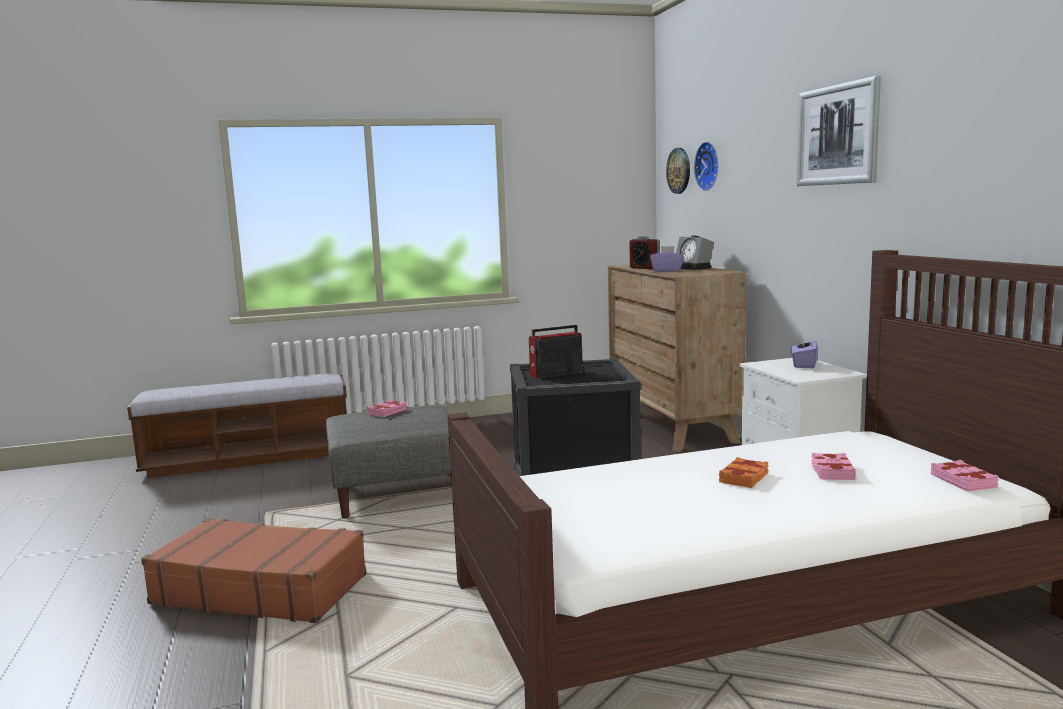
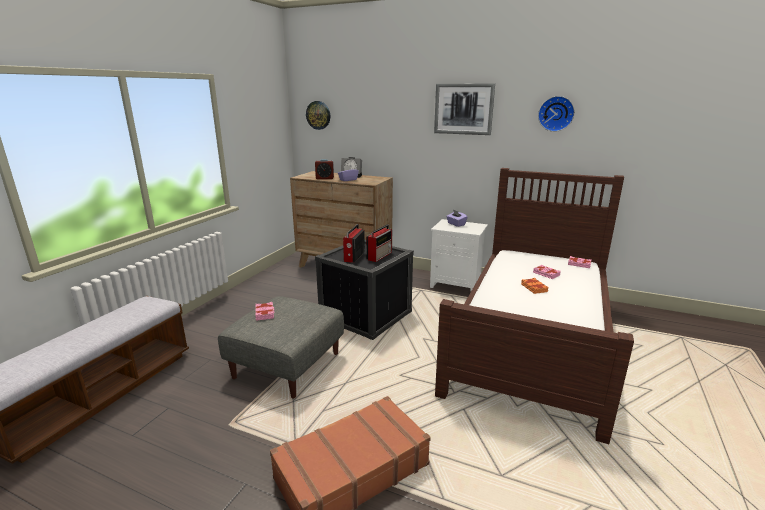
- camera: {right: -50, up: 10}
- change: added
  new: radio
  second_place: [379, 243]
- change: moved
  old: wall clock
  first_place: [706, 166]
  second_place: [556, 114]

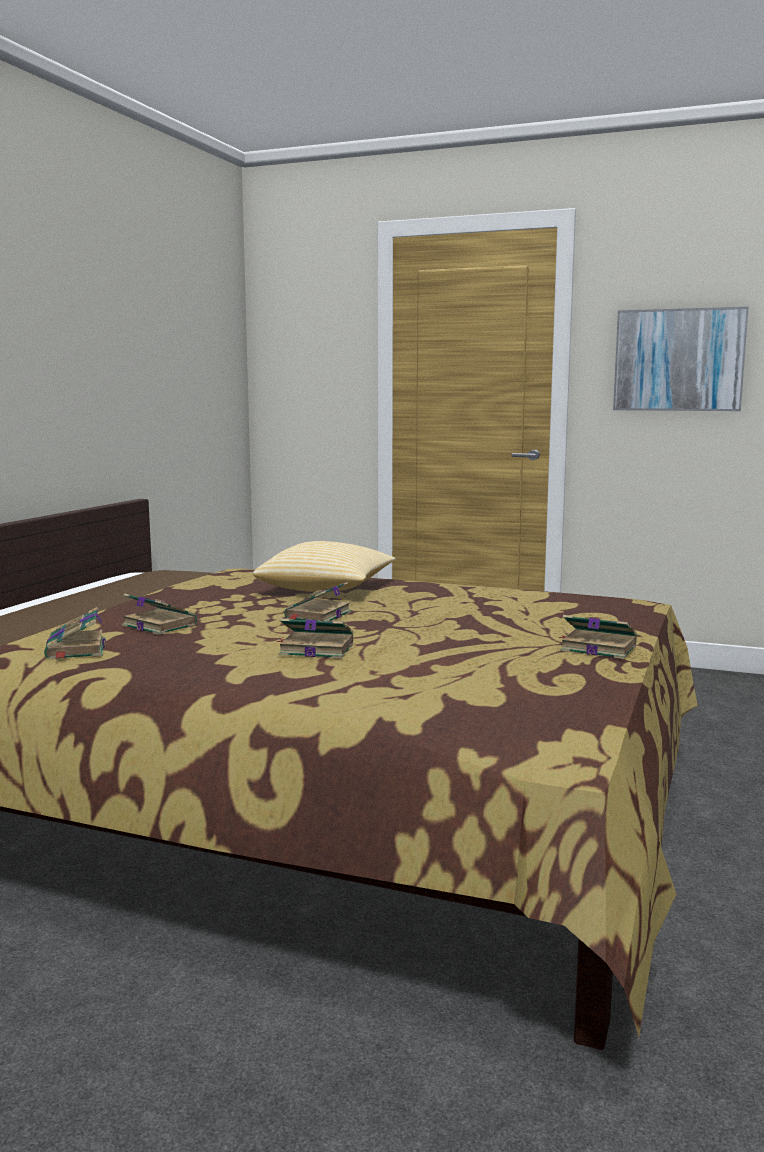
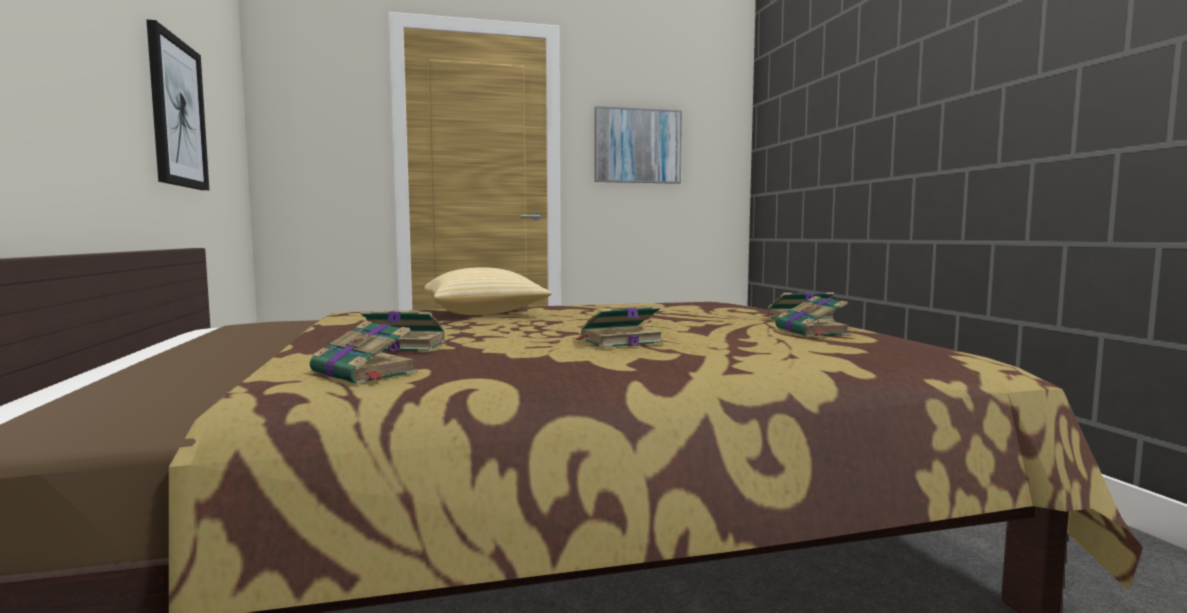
- camera: {right: -35, up: -5}
- change: added
  new: picture
  second_place: [177, 104]
- change: moved
  old: book
  first_place: [318, 602]
  second_place: [813, 316]

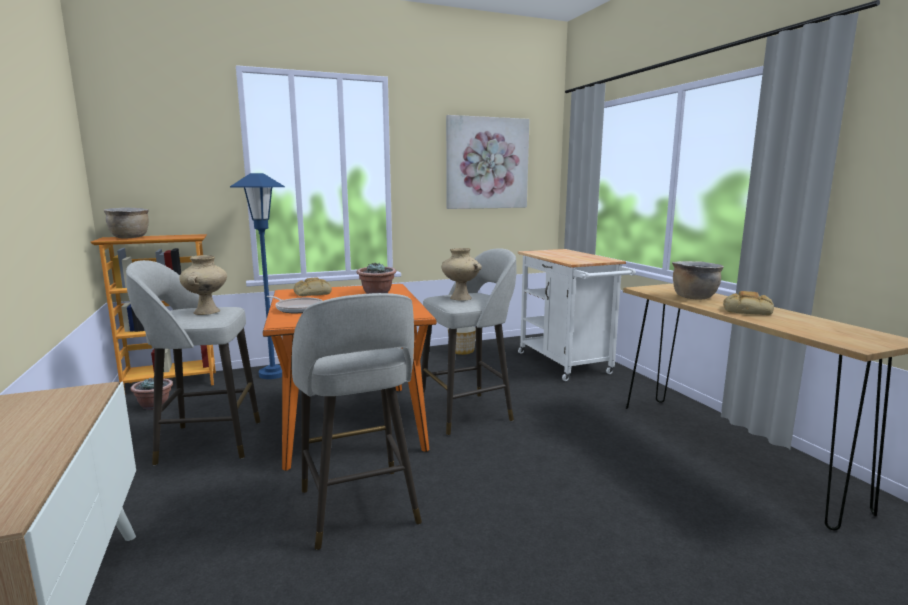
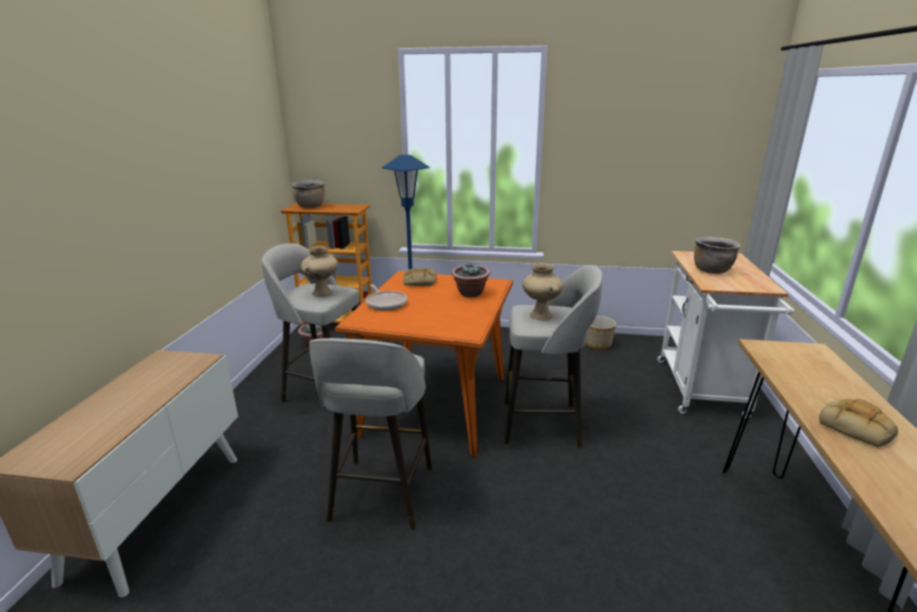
- camera: {right: 30, up: 10}
- change: removed
  old: picture
  first_place: [487, 162]
- change: moved
  old: brown cooking pot
  first_place: [698, 280]
  second_place: [717, 255]

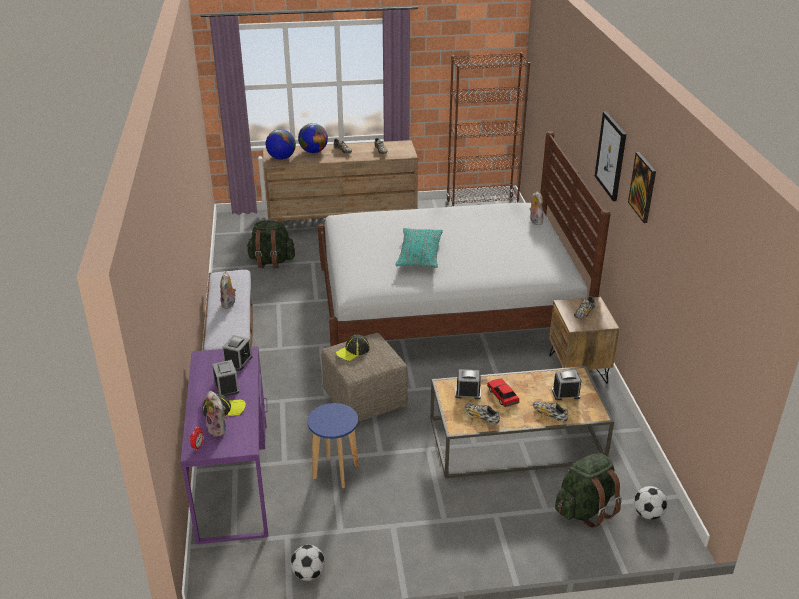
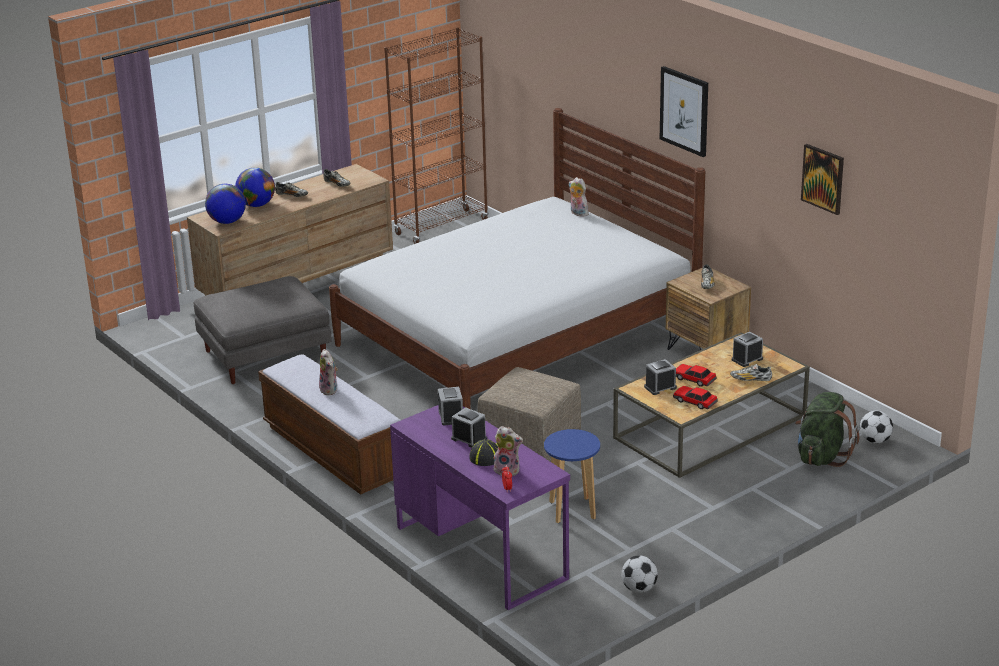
- camera: {right: -30, up: -5}
- change: removed
  old: cap
  first_place: [353, 347]
- change: removed
  old: turquoise pillow
  first_place: [419, 248]
- change: moved
  old: picture
  first_place: [642, 187]
  second_place: [822, 179]
- change: replaced
  old: green backpack
  new: grey ottoman
  first_place: [270, 244]
  second_place: [263, 330]
- change: replaced
  old: shoe
  new: toy car
  first_place: [482, 414]
  second_place: [695, 397]

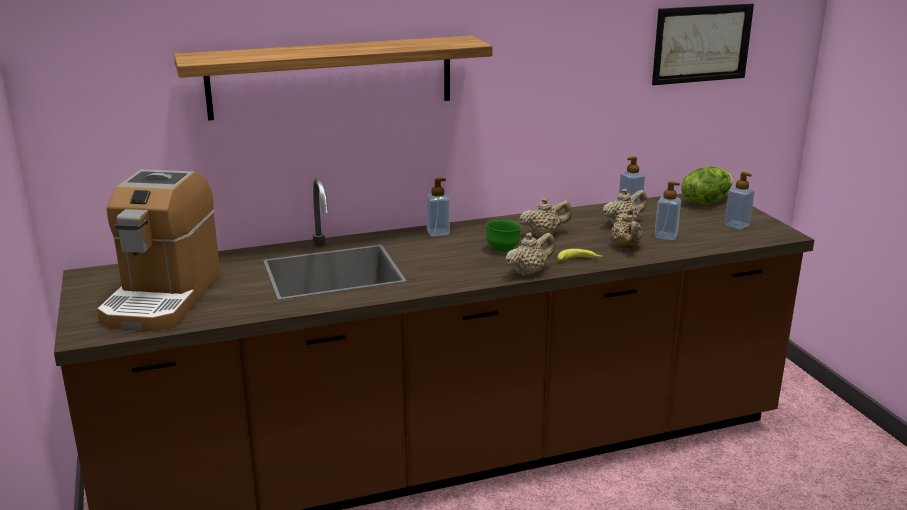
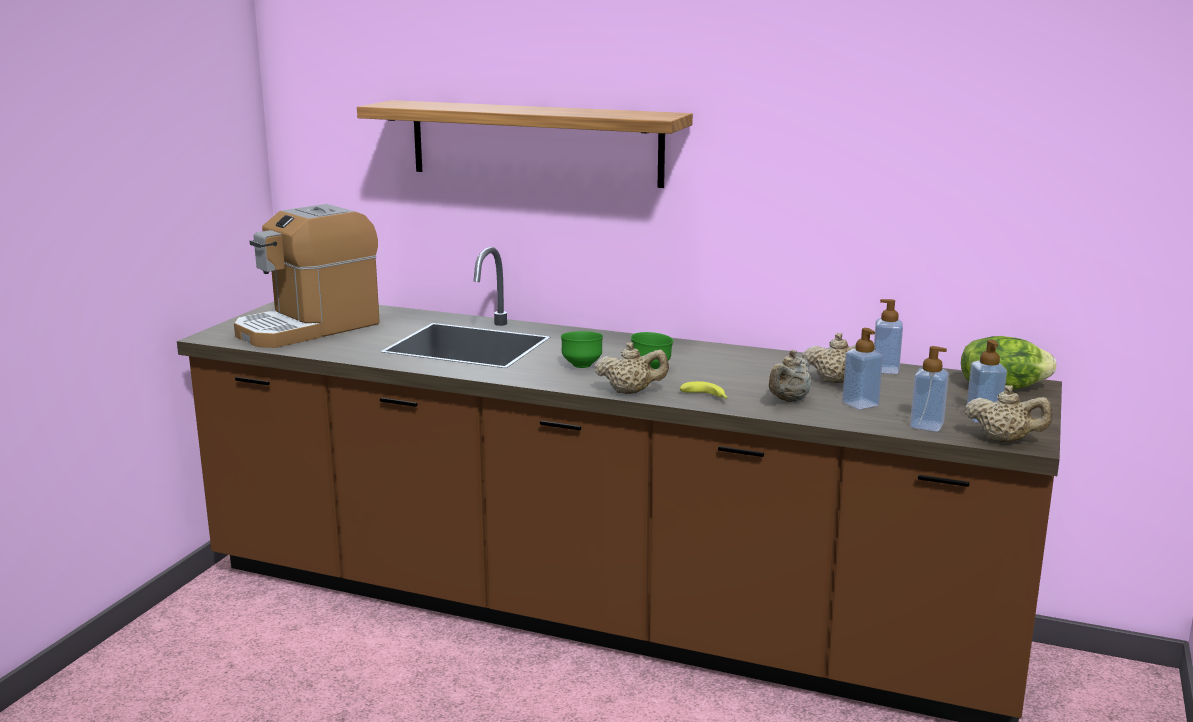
- camera: {right: 40, up: -5}
- change: removed
  old: picture
  first_place: [703, 44]
- change: added
  new: green bowl
  second_place: [582, 349]
- change: moved
  old: soap dispenser
  first_place: [438, 207]
  second_place: [929, 389]
- change: moved
  old: beige teapot
  first_place: [545, 217]
  second_place: [1009, 414]

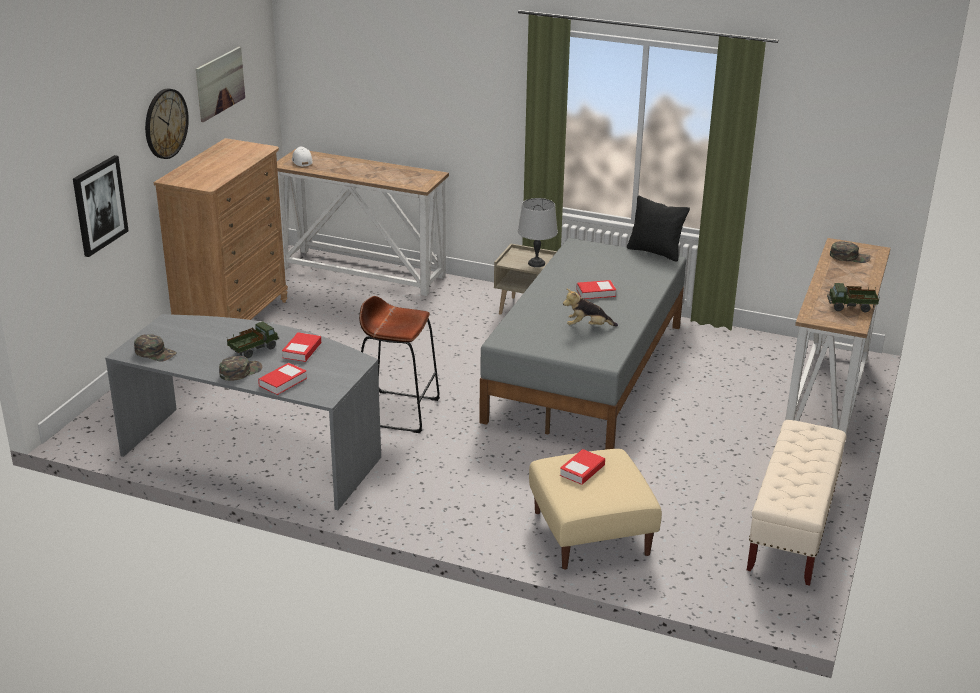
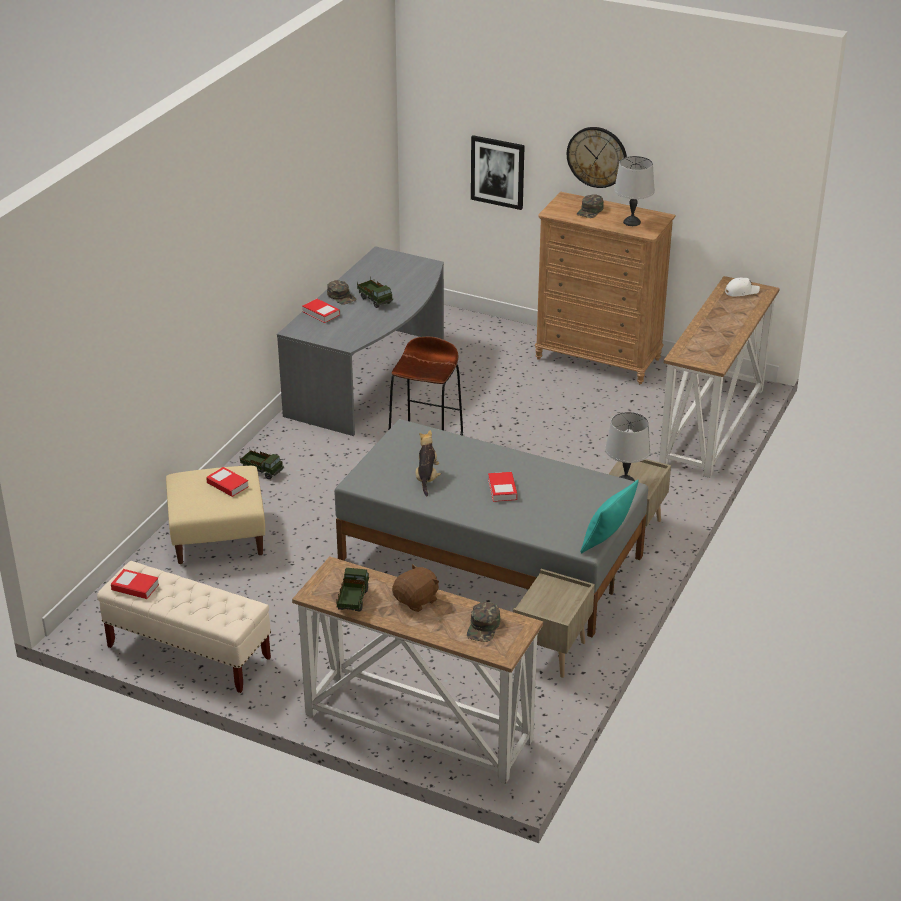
- camera: {right: 95, up: 5}
- change: removed
  old: picture
  first_place: [220, 84]
- change: added
  new: toy truck
  second_place: [262, 464]
- change: added
  new: brown plush toy
  second_place: [415, 588]
- change: added
  new: beige nightstand
  second_place: [554, 623]
- change: added
  new: grey table lamp
  second_place: [634, 191]
- change: moved
  old: green cap
  first_place: [155, 348]
  second_place: [590, 206]
- change: moved
  old: book
  first_place: [301, 347]
  second_place: [135, 584]
- change: recoloured
  old: black pillow
  new: turquoise pillow
  first_place: [658, 229]
  second_place: [609, 516]

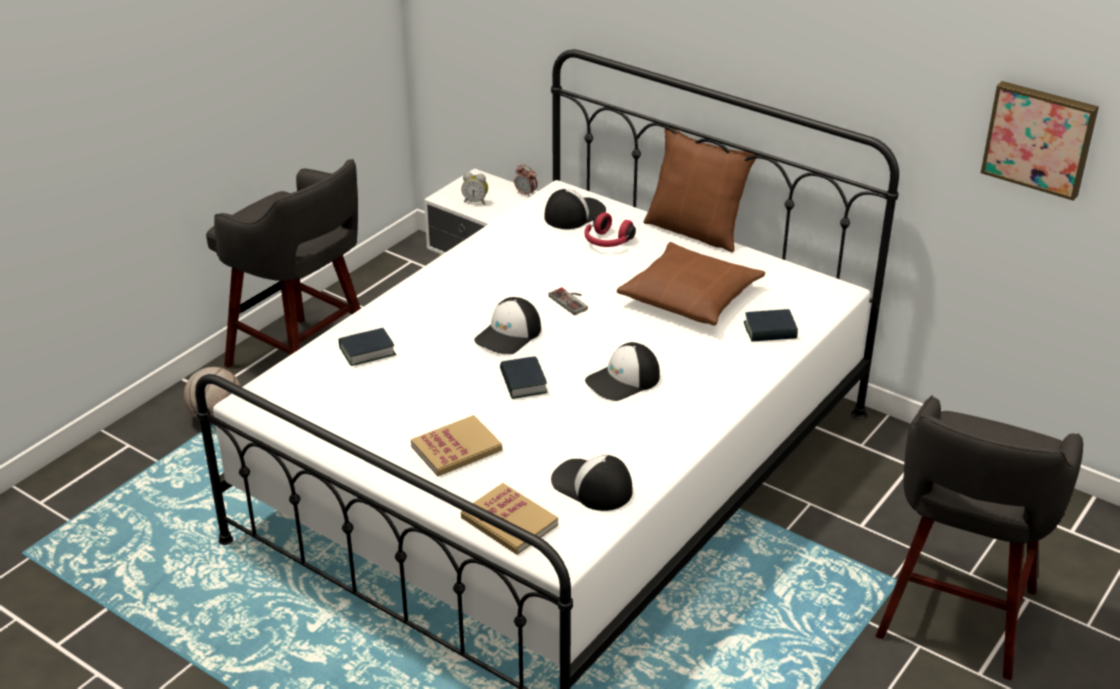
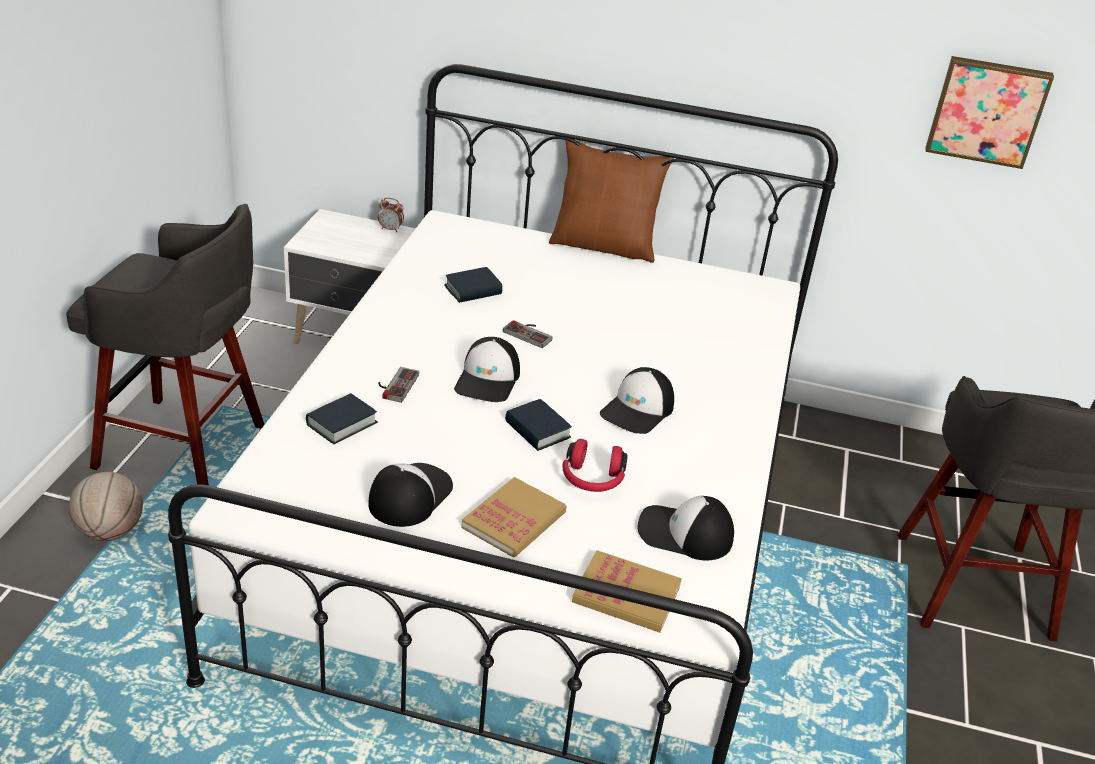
- camera: {right: -25, up: 0}
- change: removed
  old: alarm clock
  first_place: [474, 188]
- change: removed
  old: brown pillow
  first_place: [691, 284]
- change: added
  new: game controller
  second_place: [398, 385]
- change: moved
  old: cap
  first_place: [575, 209]
  second_place: [410, 495]
- change: moved
  old: red headphones
  first_place: [610, 229]
  second_place: [594, 465]
- change: moved
  old: book
  first_place: [771, 325]
  second_place: [473, 285]

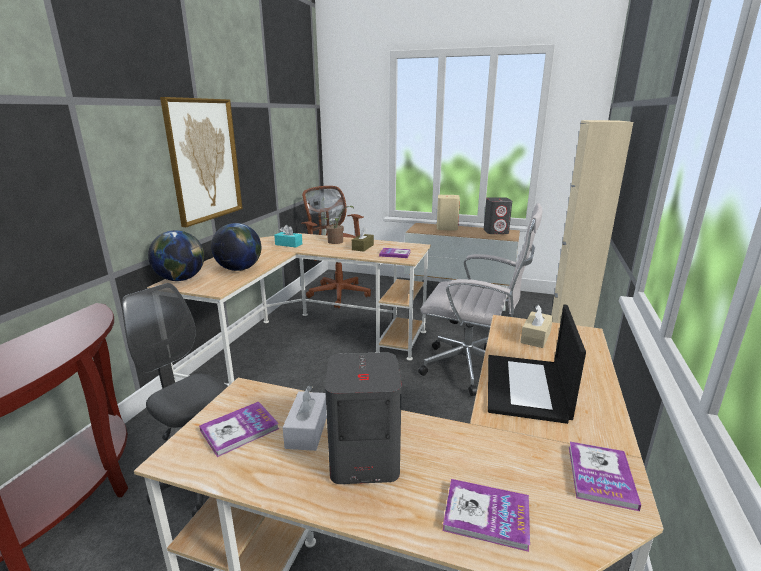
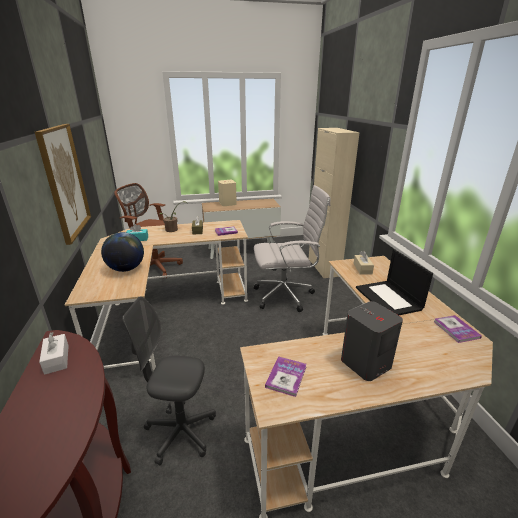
- camera: {right: -30, up: 5}
- change: removed
  old: globe
  first_place: [176, 255]
- change: removed
  old: book
  first_place: [486, 515]
- change: removed
  old: grey speaker
  first_place: [498, 215]
- change: moved
  old: white tissue box
  first_place: [305, 418]
  second_place: [54, 353]

